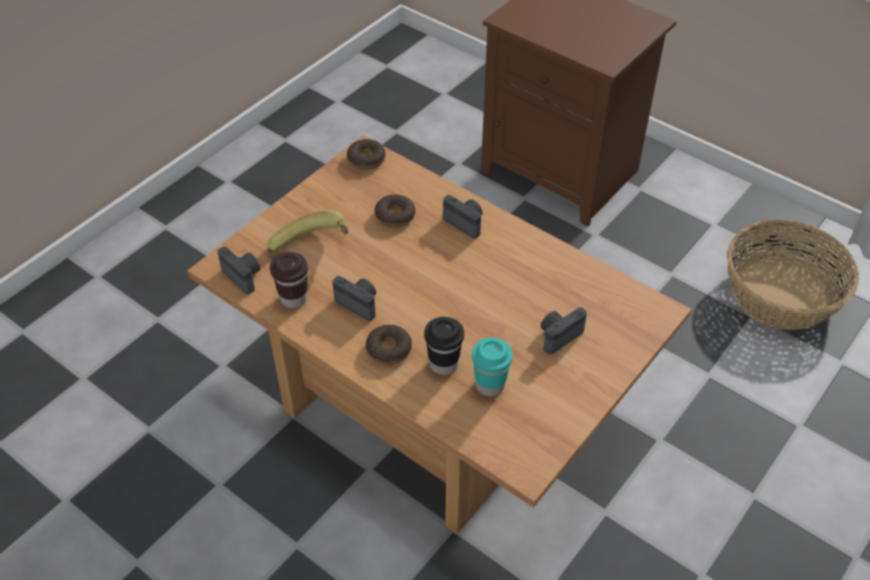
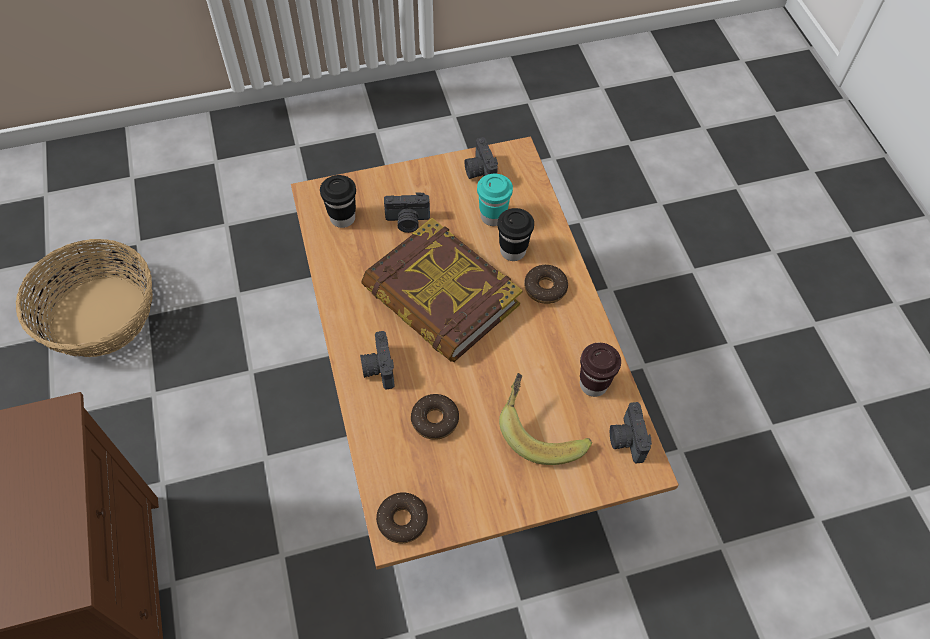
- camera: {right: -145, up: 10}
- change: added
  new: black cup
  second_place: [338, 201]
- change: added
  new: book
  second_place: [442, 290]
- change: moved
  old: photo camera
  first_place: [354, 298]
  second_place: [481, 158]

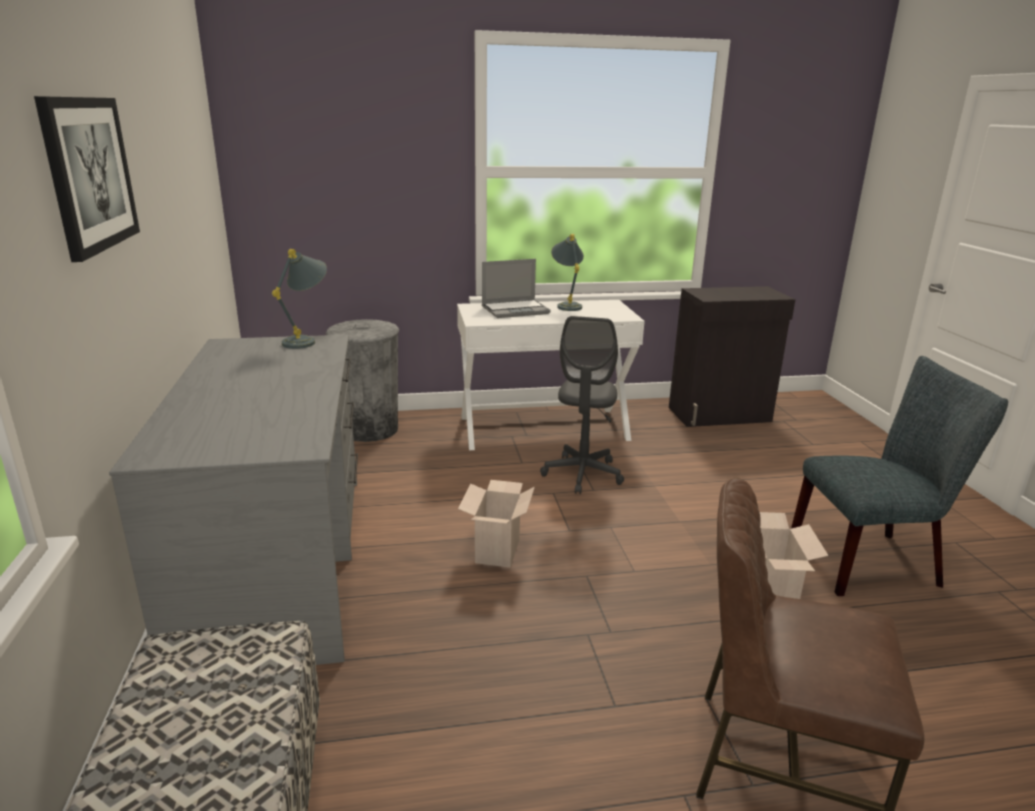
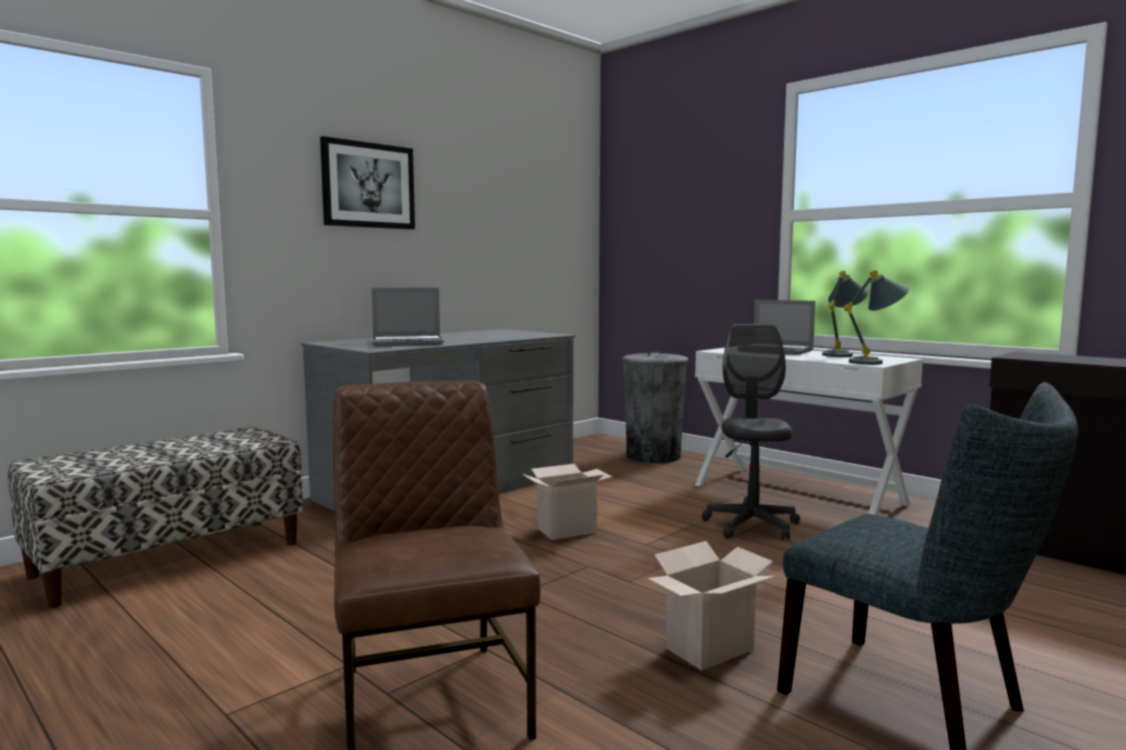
- camera: {right: 55, up: -15}
- change: added
  new: laptop
  second_place: [408, 317]
- change: moved
  old: grey table lamp
  first_place: [299, 299]
  second_place: [876, 317]
- change: turned
  old: grey office chair
  first_place: [582, 405]
  second_place: [751, 432]
  degrees: 120

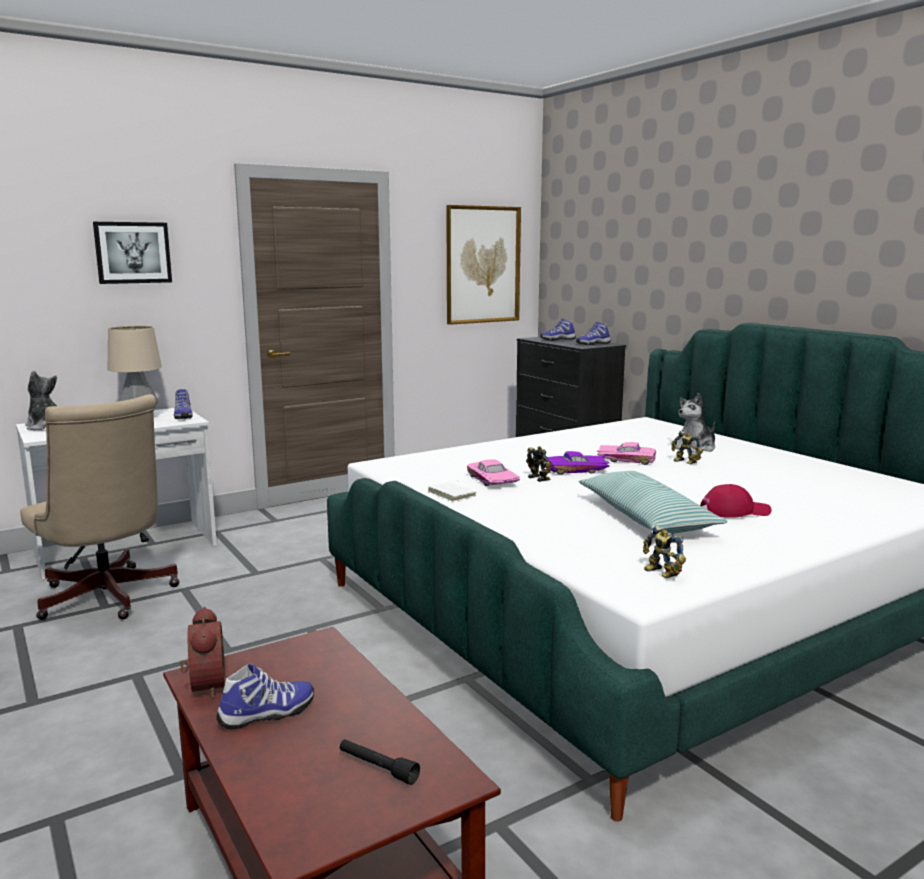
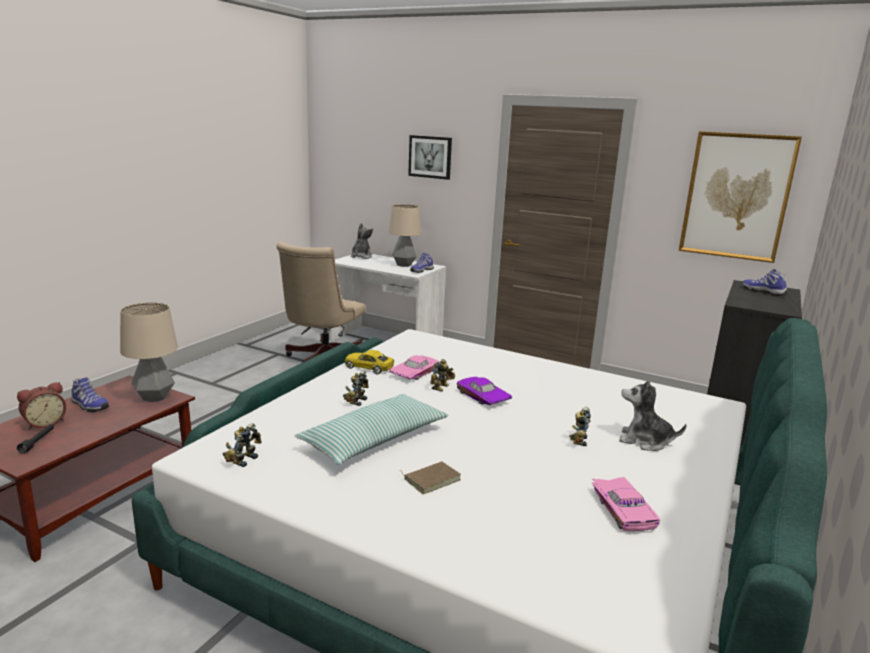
- camera: {right: 60, up: 5}
- change: removed
  old: shoe
  first_place: [593, 333]
- change: added
  new: table lamp
  second_place: [149, 352]
- change: added
  new: toy robot
  second_place: [356, 388]
- change: moved
  old: alarm clock
  first_place: [202, 652]
  second_place: [41, 406]
- change: moved
  old: pink toy car
  first_place: [626, 453]
  second_place: [626, 504]
- change: replaced
  old: white book
  new: yellow toy car
  first_place: [452, 491]
  second_place: [369, 362]
- change: replaced
  old: red cap
  new: brown book
  first_place: [736, 501]
  second_place: [430, 477]

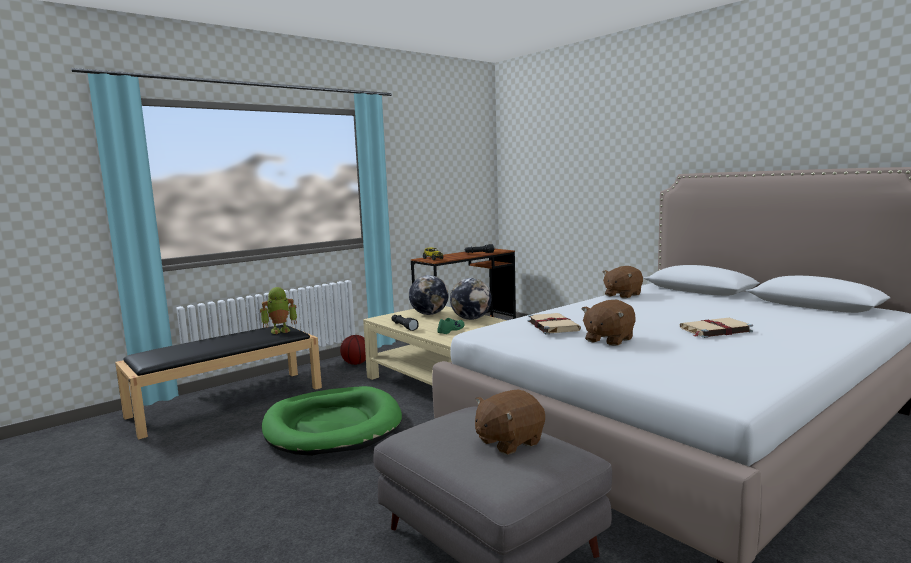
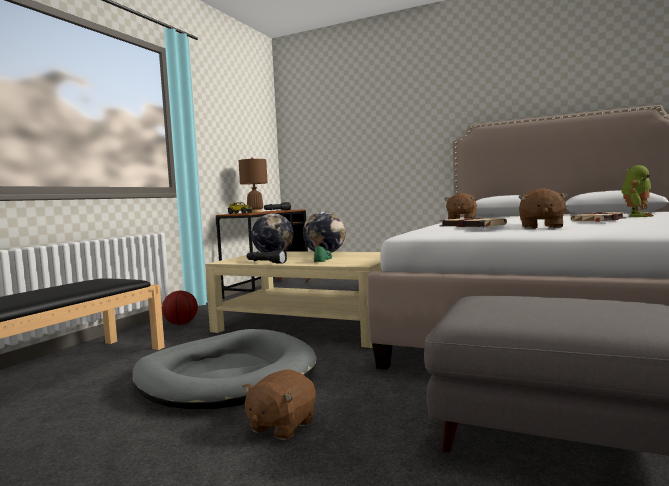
- camera: {right: -25, up: -5}
- change: added
  new: brown table lamp
  second_place: [253, 185]
- change: moved
  old: toy robot
  first_place: [278, 310]
  second_place: [638, 191]
- change: moved
  old: brown plush toy
  first_place: [510, 422]
  second_place: [279, 404]
- change: recoloured
  old: green dog bed
  new: grey dog bed
  first_place: [332, 421]
  second_place: [224, 369]

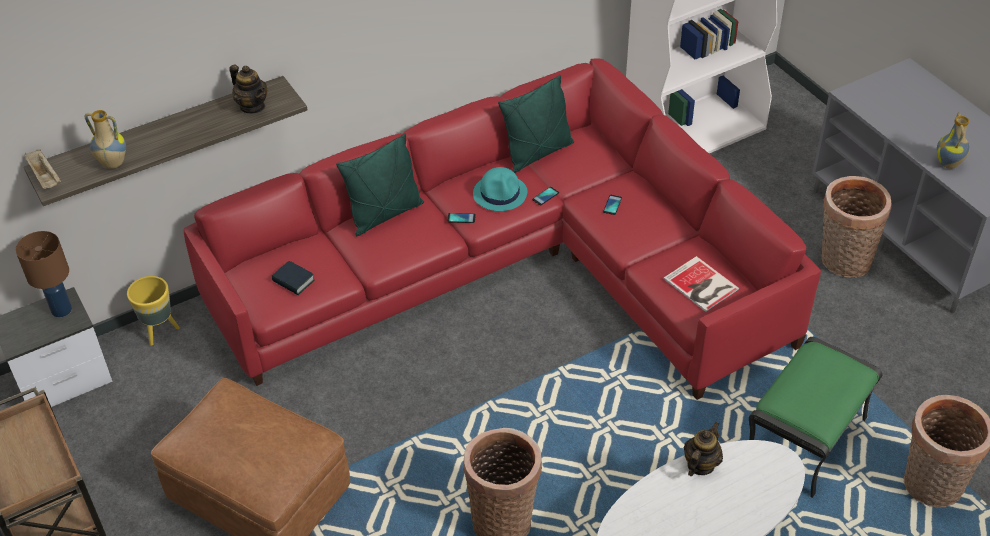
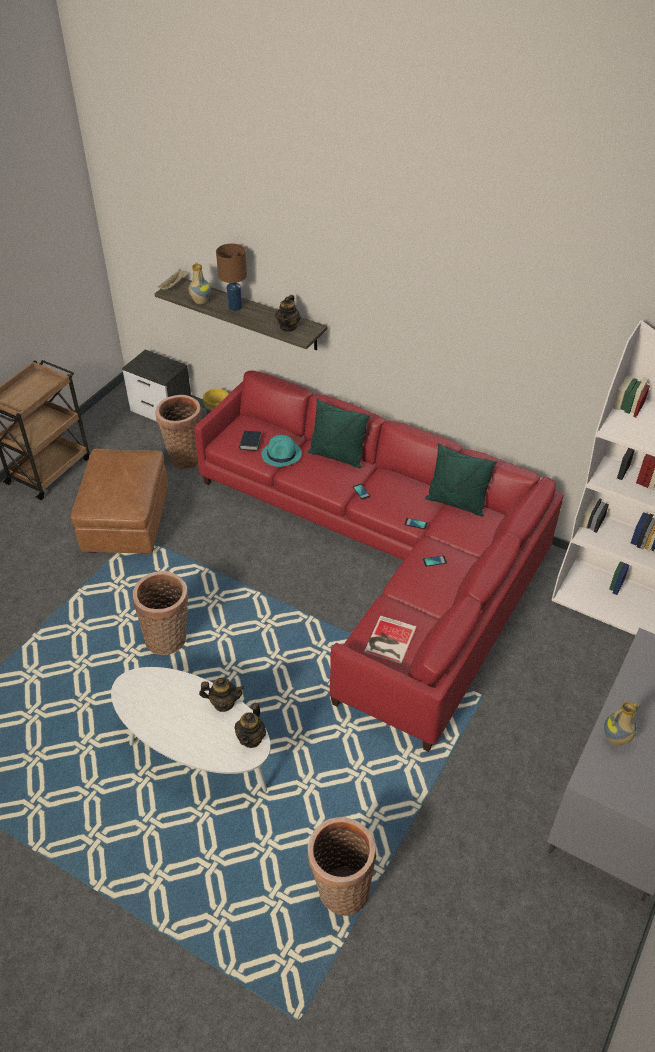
- camera: {right: 60, up: 0}
- change: removed
  old: green ottoman
  first_place: [815, 417]
- change: added
  new: teapot
  second_place: [250, 725]
- change: moved
  old: brown table lamp
  first_place: [44, 274]
  second_place: [231, 277]
- change: moved
  old: turquoise hat
  first_place: [500, 189]
  second_place: [281, 451]
- change: moved
  old: basket
  first_place: [856, 227]
  second_place: [178, 432]

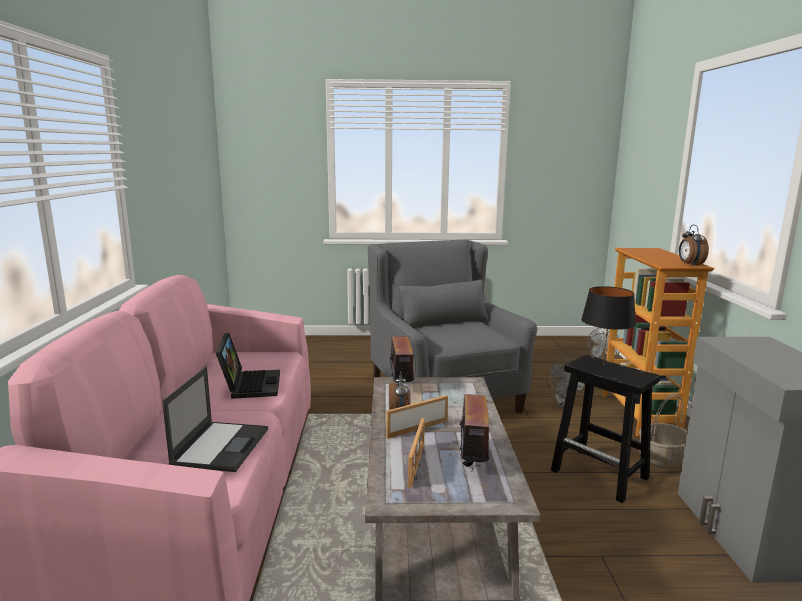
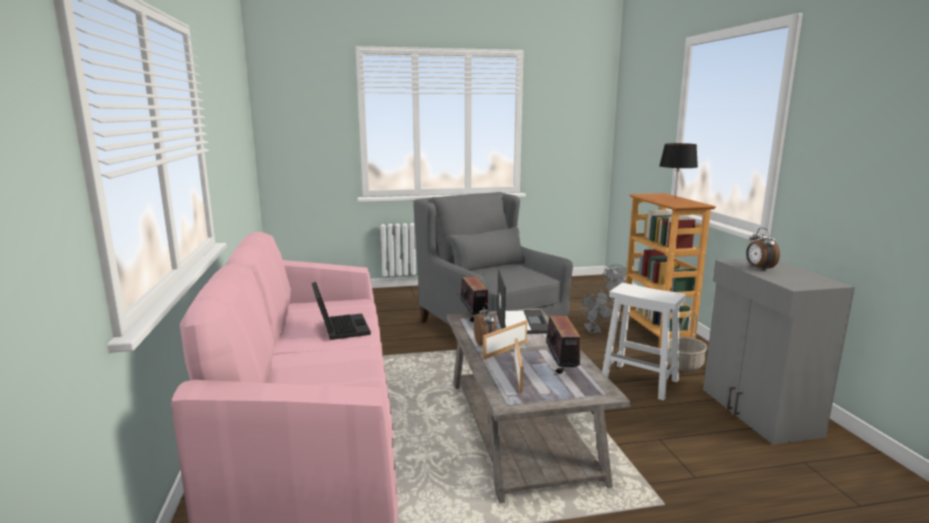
- camera: {right: -10, up: 0}
- change: moved
  old: laptop
  first_place: [215, 419]
  second_place: [522, 302]
- change: moved
  old: black table lamp
  first_place: [608, 325]
  second_place: [678, 170]
- change: moved
  old: alarm clock
  first_place: [694, 246]
  second_place: [763, 249]
- change: recoloured
  old: black stool
  new: white stool
  first_place: [605, 429]
  second_place: [644, 342]

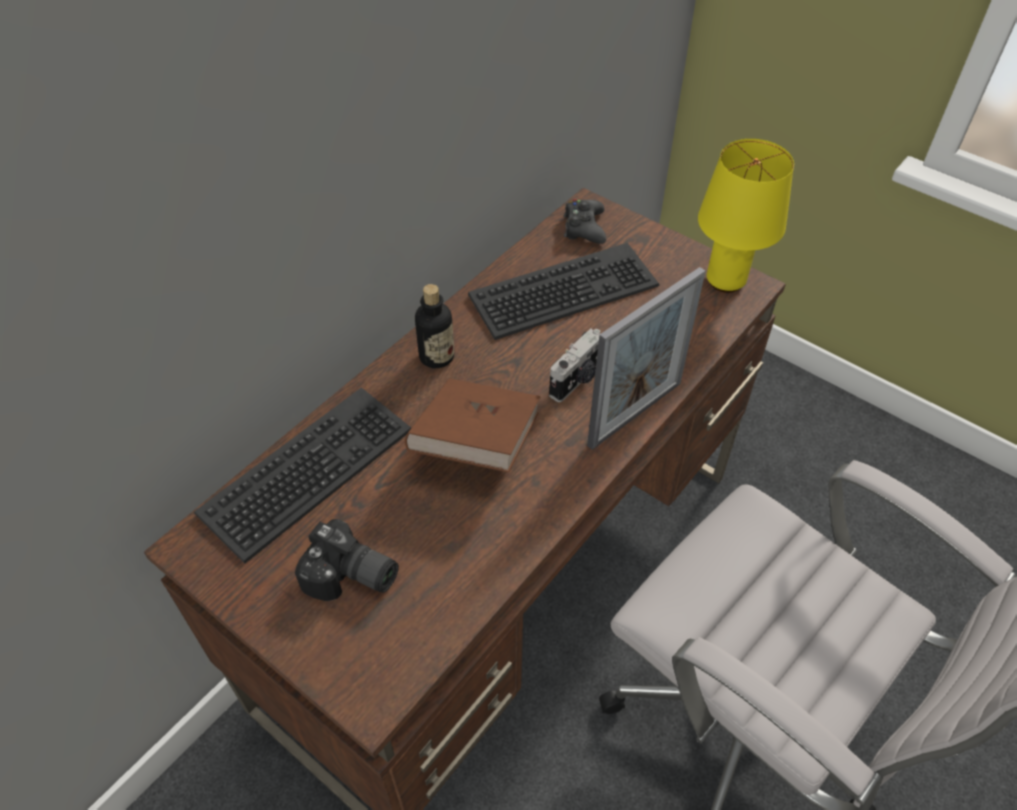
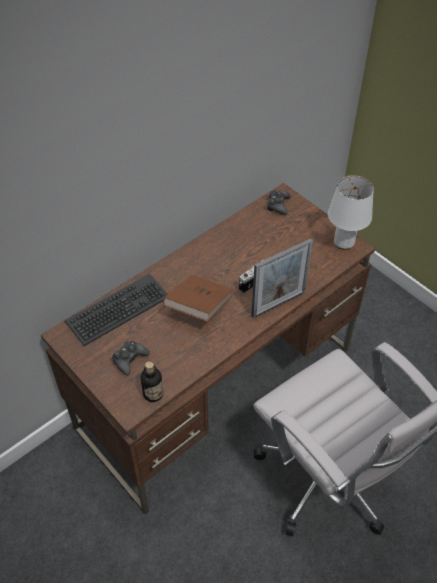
- camera: {right: 10, up: 0}
- change: removed
  old: keyboard
  first_place: [563, 291]
- change: moved
  old: bottle
  first_place: [434, 326]
  second_place: [152, 381]
- change: replaced
  old: photo camera
  new: black game controller
  first_place: [347, 560]
  second_place: [131, 358]
- change: recoloured
  old: yellow table lamp
  new: white table lamp
  first_place: [746, 216]
  second_place: [351, 212]

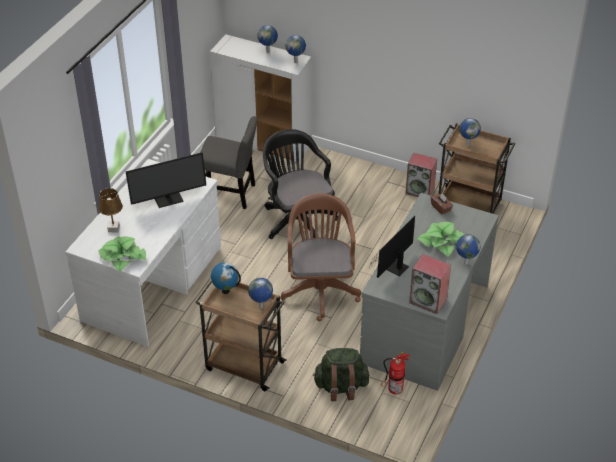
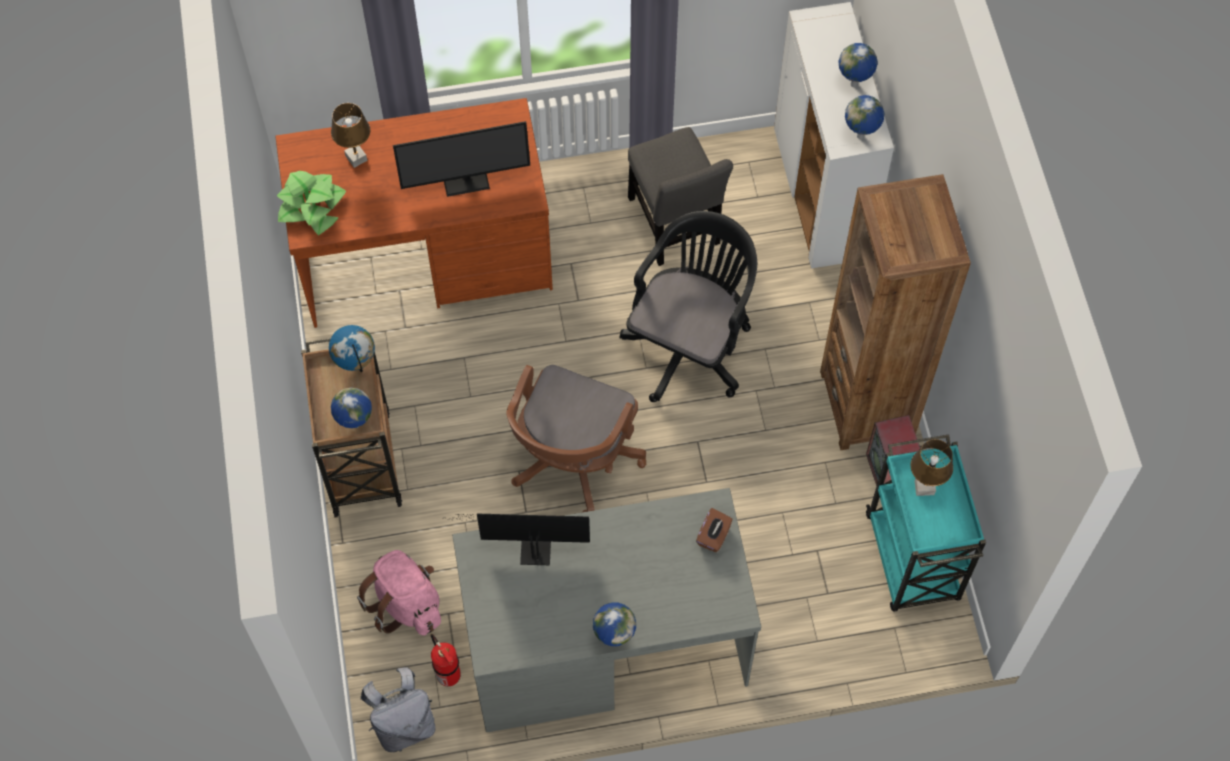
- camera: {right: 55, up: 20}
- change: removed
  old: speaker
  first_place: [430, 284]
- change: removed
  old: potted plant
  first_place: [441, 239]
- change: added
  new: grey backpack
  second_place: [397, 709]
- change: added
  new: brown bookcase
  second_place: [895, 312]
- change: replaced
  old: globe
  new: brown table lamp
  first_place: [470, 132]
  second_place: [932, 467]
- change: recoloured
  old: white desk
  new: brown desk
  first_place: [143, 253]
  second_place: [414, 213]
- change: recoloured
  old: green backpack
  new: pink backpack
  first_place: [341, 374]
  second_place: [399, 592]
- change: recoloured
  old: brown cart
  new: turquoise cart
  first_place: [476, 168]
  second_place: [926, 523]
- change: turned
  old: monitor
  first_place: [165, 180]
  second_place: [461, 159]
  degrees: -45
- change: turned
  old: brown office chair
  first_place: [320, 257]
  second_place: [576, 438]
  degrees: 150

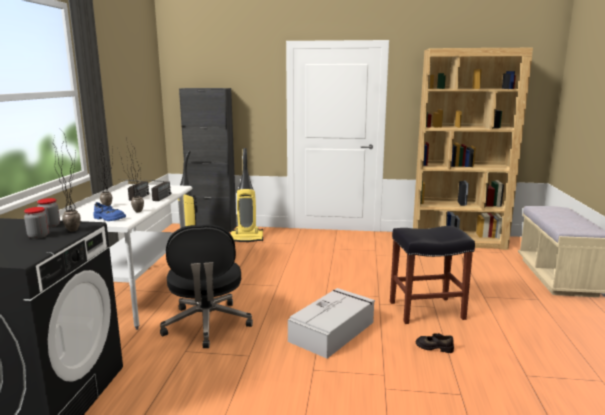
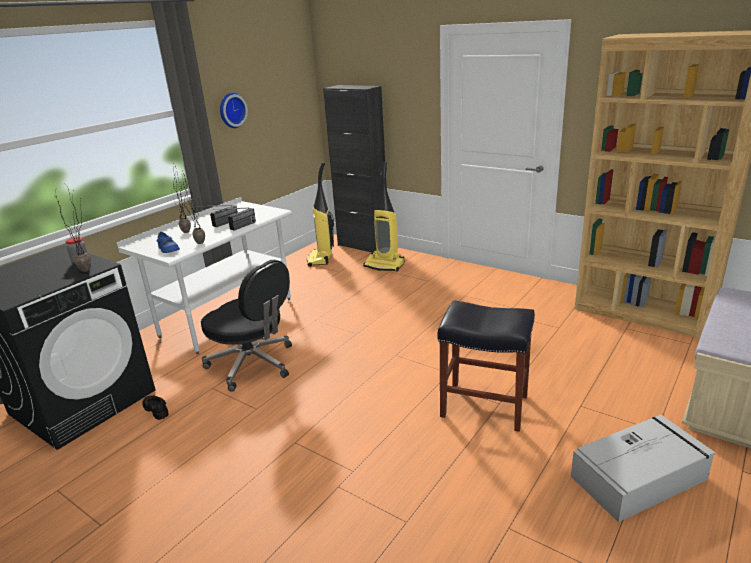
- camera: {right: 30, up: 10}
- change: removed
  old: jar
  first_place: [36, 223]
- change: added
  new: wall clock
  second_place: [234, 110]
- change: moved
  old: grey storage box
  first_place: [331, 323]
  second_place: [643, 468]
- change: moved
  old: black shoe
  first_place: [435, 343]
  second_place: [155, 407]
- change: turned
  old: black office chair
  first_place: [206, 286]
  second_place: [246, 326]
  degrees: -75

